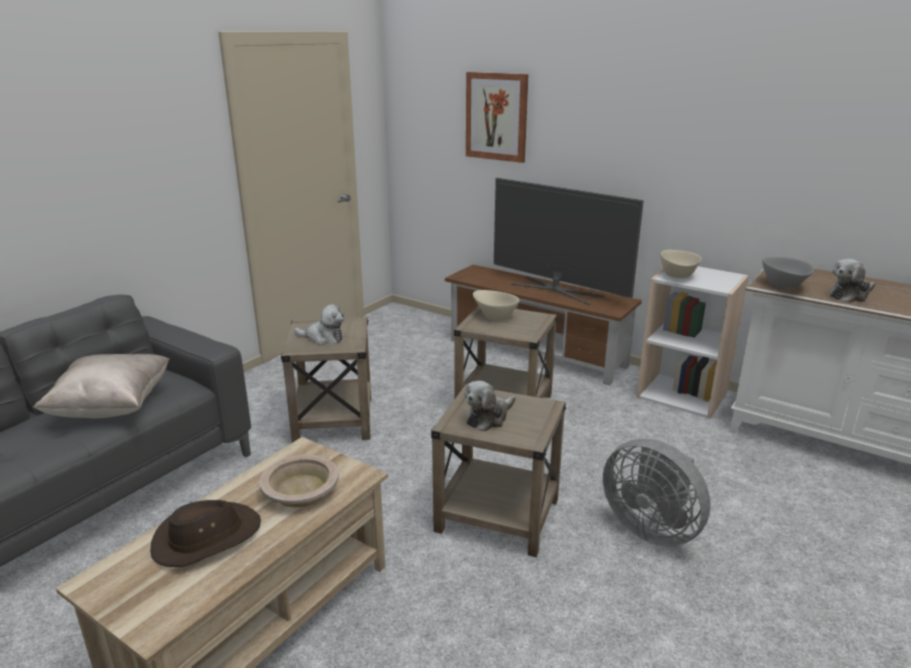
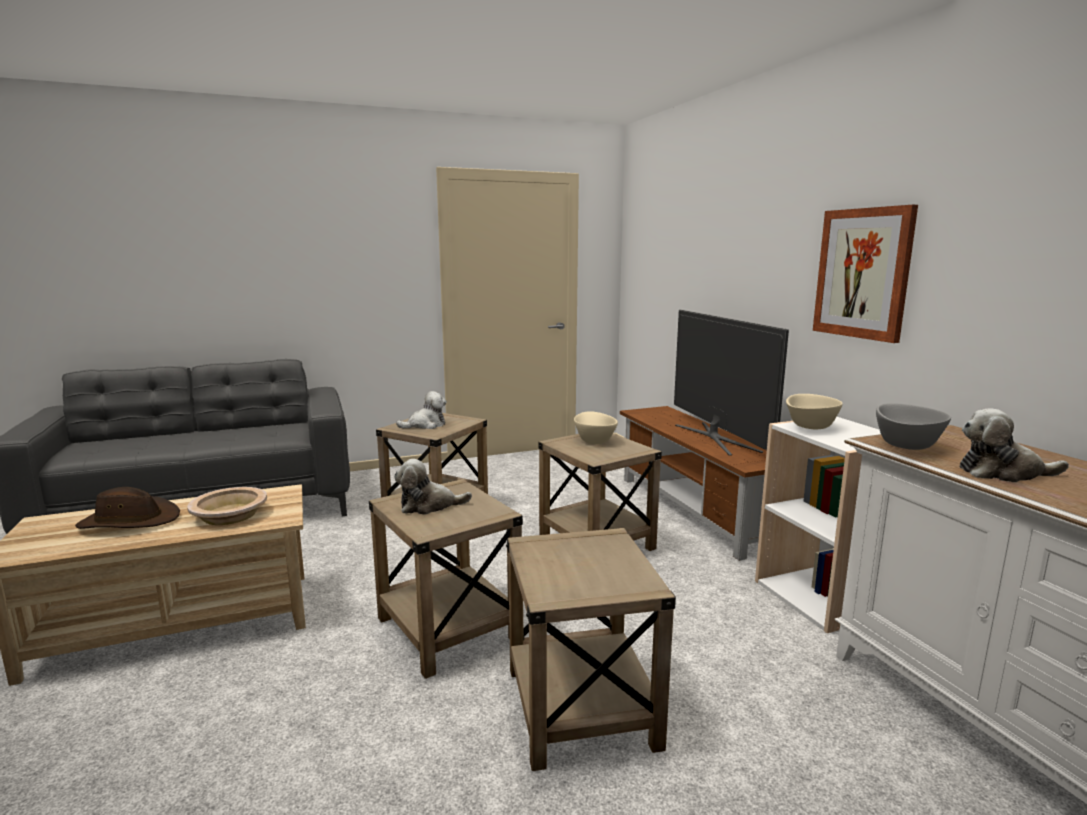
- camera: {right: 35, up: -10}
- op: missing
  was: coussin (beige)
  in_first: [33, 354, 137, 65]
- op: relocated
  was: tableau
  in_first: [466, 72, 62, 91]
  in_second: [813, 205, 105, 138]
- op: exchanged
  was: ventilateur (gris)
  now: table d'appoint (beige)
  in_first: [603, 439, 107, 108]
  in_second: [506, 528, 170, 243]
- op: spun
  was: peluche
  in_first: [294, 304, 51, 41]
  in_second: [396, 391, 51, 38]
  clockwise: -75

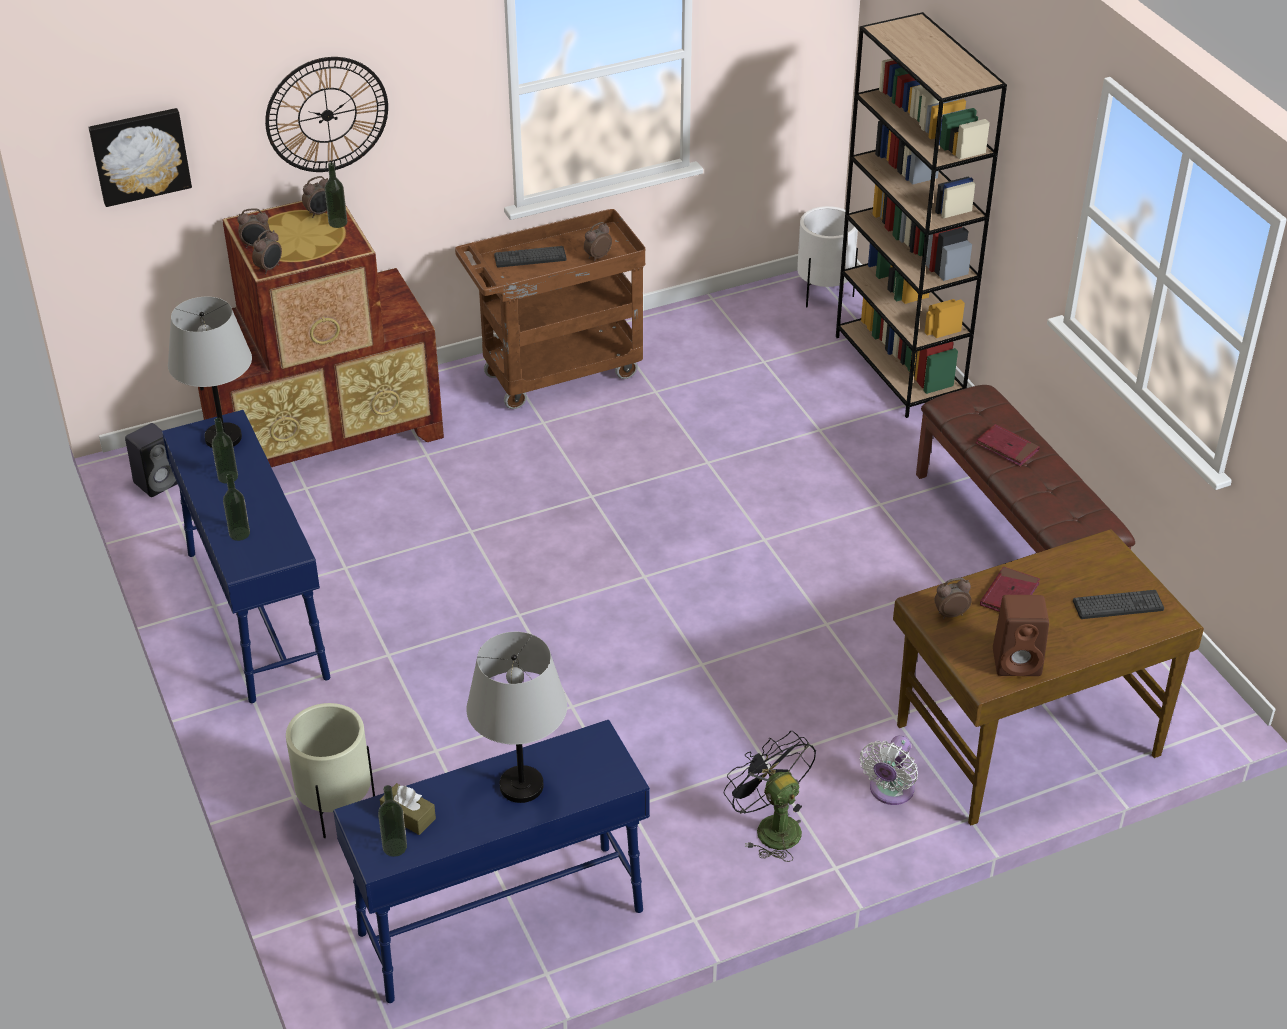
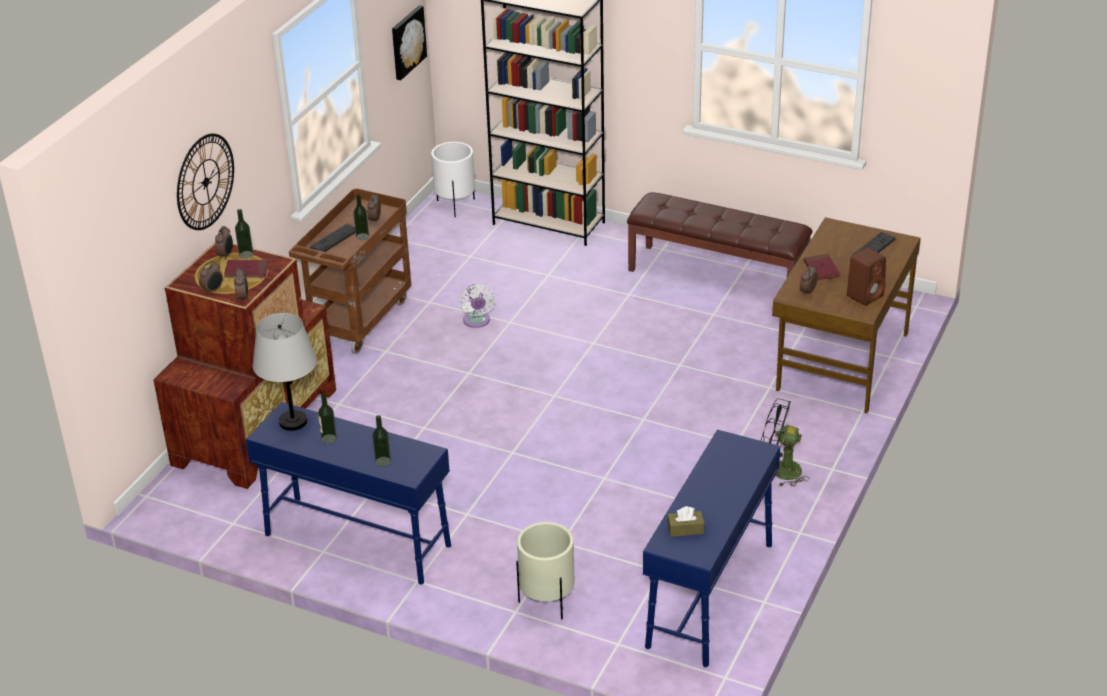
- camera: {right: -40, up: -5}
- op: missing
  was: enceinte (noir)
  in_first: [125, 423, 52, 74]
- op: missing
  was: lampe de table (gris)
  in_first: [466, 632, 101, 171]
- op: relocated
  was: tableau
  in_first: [89, 108, 103, 99]
  in_second: [392, 5, 35, 75]
- op: relocated
  was: bouteille
  in_first: [378, 785, 29, 72]
  in_second: [353, 194, 16, 46]
- op: relocated
  was: ventilateur (blanc)
  in_first: [860, 735, 58, 70]
  in_second: [459, 284, 37, 44]
- op: relocated
  was: livre (rouge)
  in_first: [976, 424, 64, 43]
  in_second: [224, 260, 45, 17]

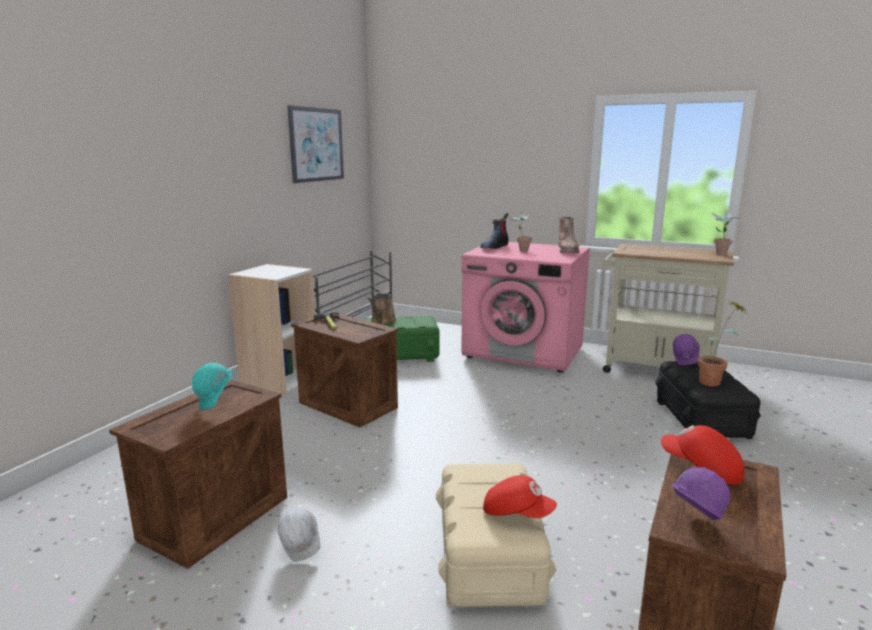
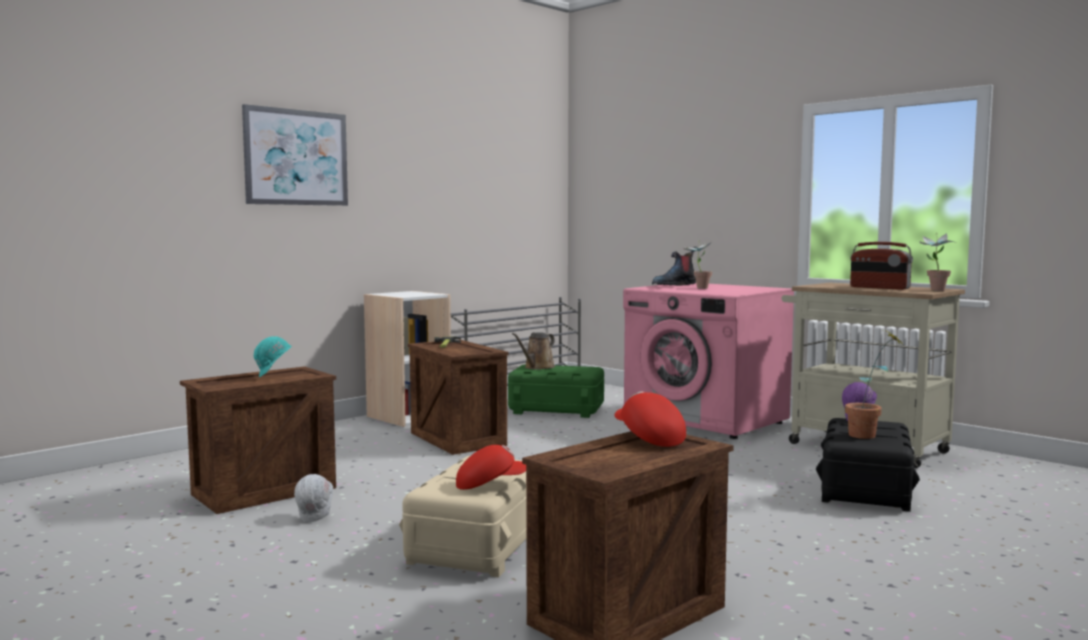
- camera: {right: 20, up: -10}
- op: missing
  was: botte (marron)
  in_first: [559, 216, 20, 37]
- op: missing
  was: casque de chantier (violet)
  in_first: [671, 467, 59, 53]
- op: appeared
  now: radio
  in_second: [850, 242, 63, 48]
- op: relocated
  was: tableau
  in_first: [287, 105, 57, 78]
  in_second: [242, 104, 106, 102]
- op: spun
  was: casquette (rouge)
  in_first: [483, 475, 74, 43]
  in_second: [456, 445, 70, 45]
  clockwise: -60

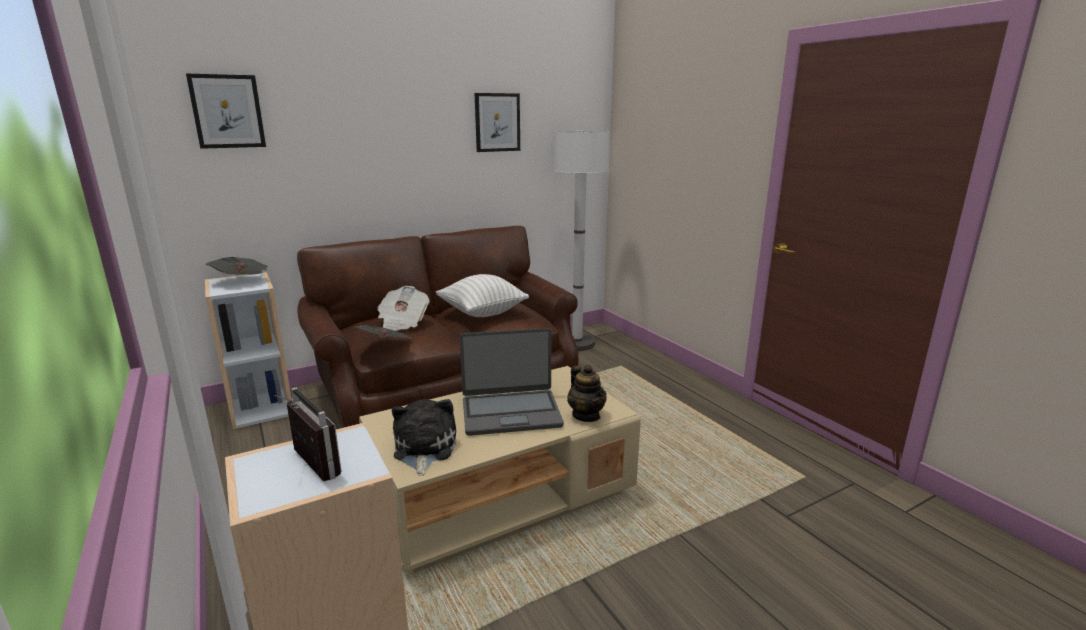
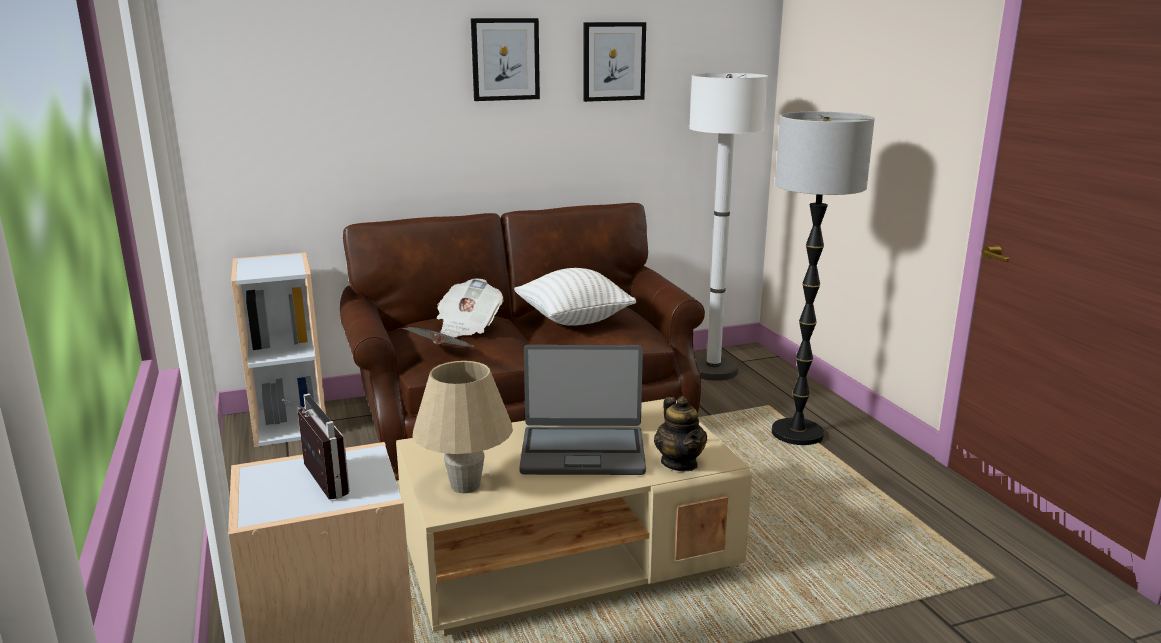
- camera: {right: 10, up: 0}
- op: missing
  was: journal
  in_first: [206, 257, 61, 18]
- op: appeared
  now: lampadaire
  in_second: [772, 112, 103, 333]
- op: relocated
  was: tableau
  in_first: [186, 74, 80, 75]
  in_second: [471, 18, 69, 83]
- op: exchanged
  was: peluche
  now: lampe de table (beige)
  in_first: [392, 399, 64, 77]
  in_second: [413, 361, 100, 132]

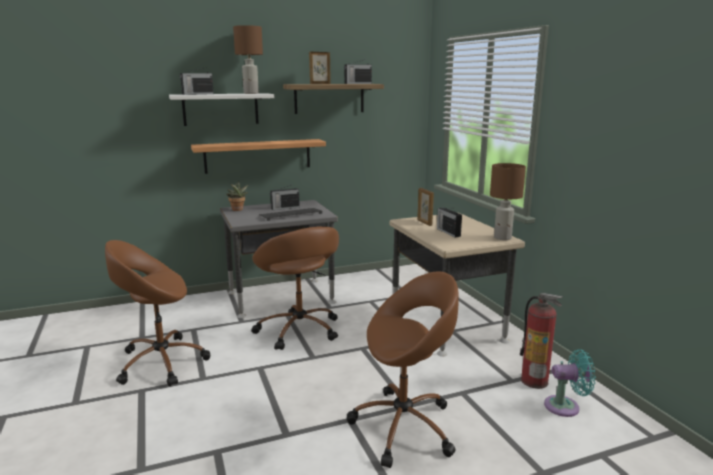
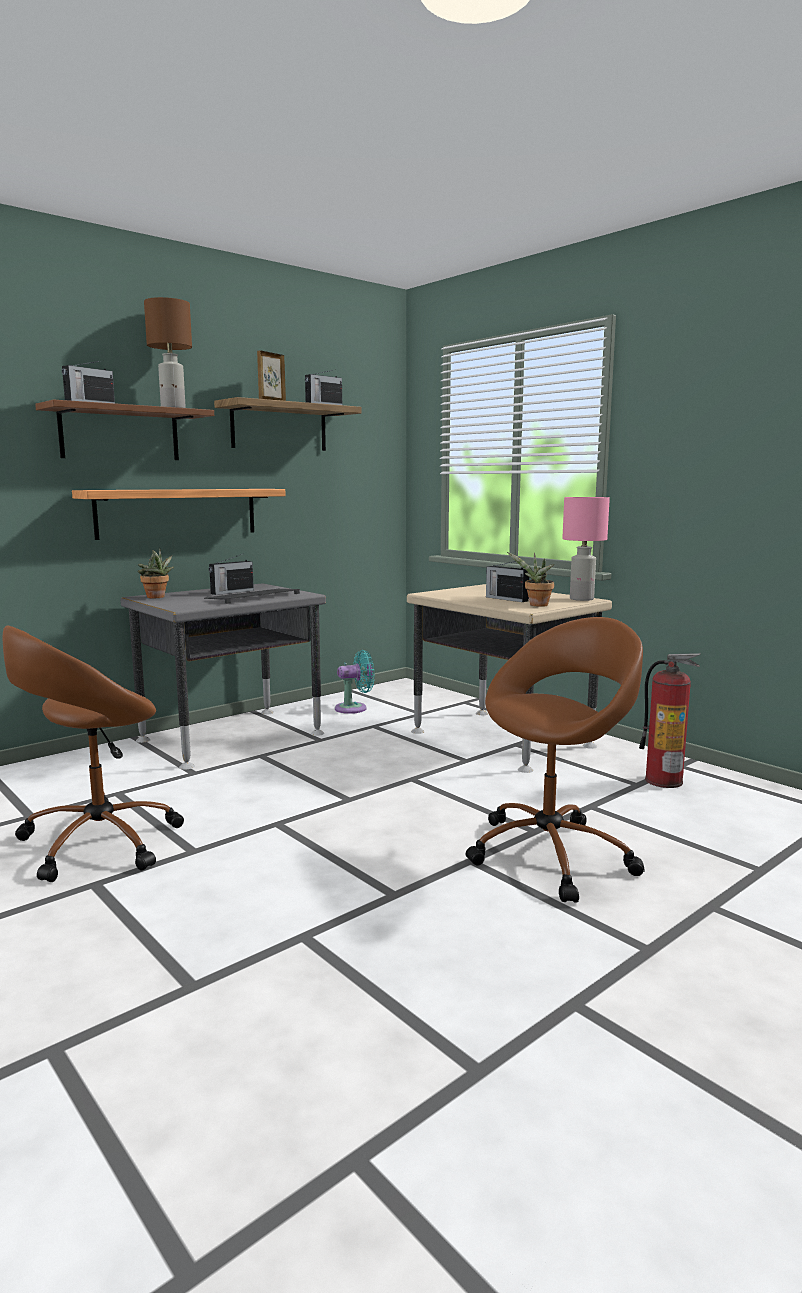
- camera: {right: -20, up: -5}
- op: missing
  was: chaise de bureau (marron)
  in_first: [251, 226, 88, 124]
- op: missing
  was: cadre photo
  in_first: [417, 188, 17, 38]
- op: appeared
  now: plante en pot
  in_second: [507, 552, 47, 55]
- op: relocated
  was: ventilateur (turquoise)
  in_first: [544, 349, 52, 68]
  in_second: [335, 650, 40, 64]
- op: colour
  was: étagère (blanc)
  now: étagère (marron)
  in_first: [169, 93, 105, 33]
  in_second: [35, 399, 179, 61]
- op: colour
  was: lampe de table (marron)
  now: lampe de table (rose)
  in_first: [490, 163, 36, 77]
  in_second: [562, 497, 48, 104]

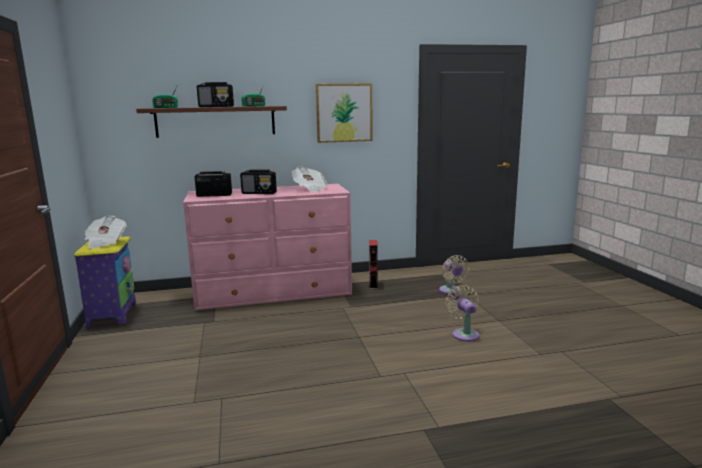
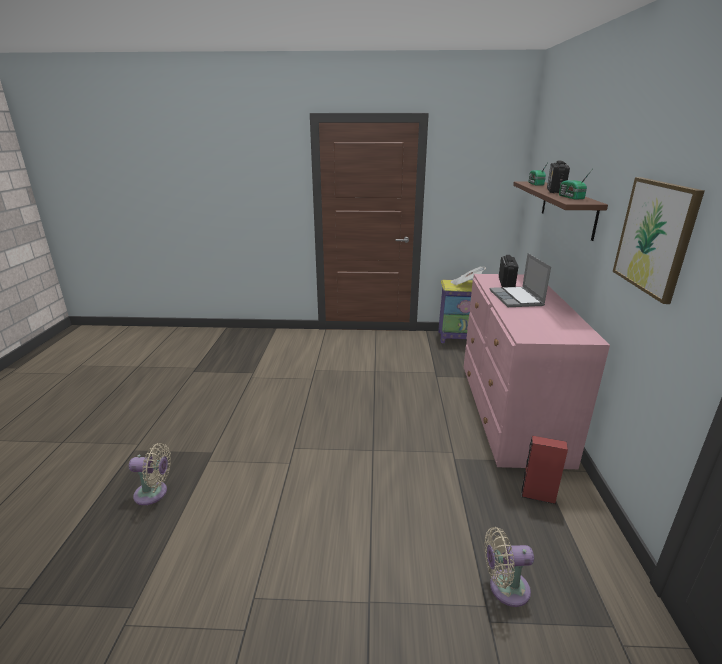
- camera: {right: 105, up: 10}
- op: missing
  was: journal
  in_first: [292, 167, 36, 25]
- op: relocated
  was: ventilateur (beige)
  in_first: [445, 285, 35, 57]
  in_second: [129, 443, 42, 62]
- op: exchanged
  was: radio
  now: ordinateur portable
  in_first: [240, 169, 37, 25]
  in_second: [490, 253, 61, 54]

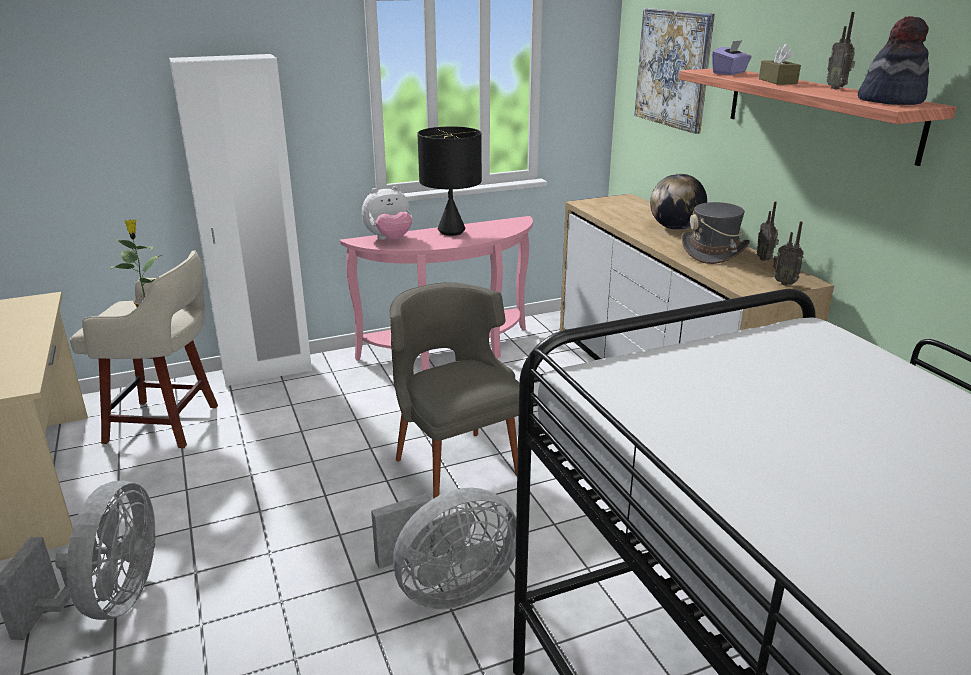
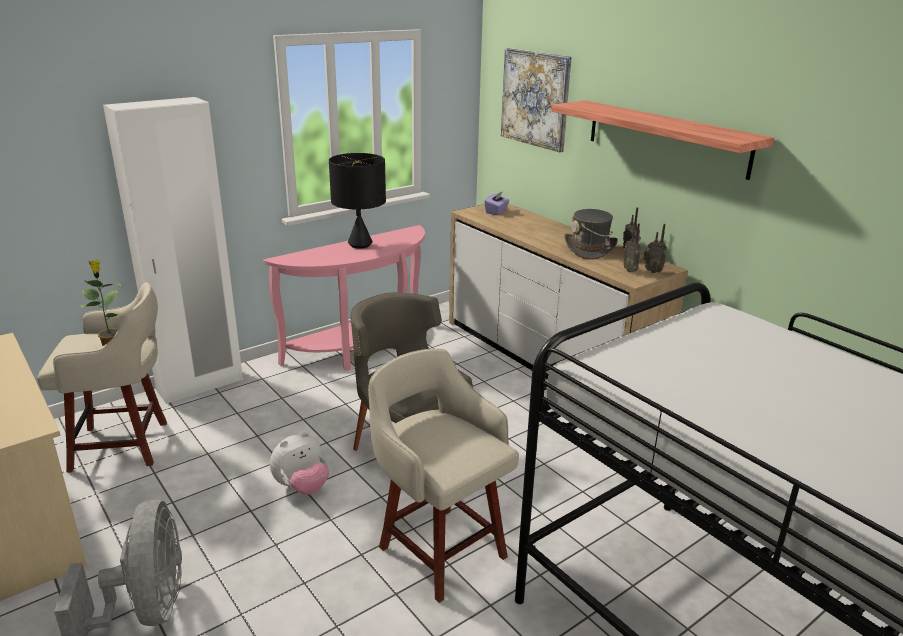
- camera: {right: -15, up: 0}
- op: missing
  was: globe
  in_first: [650, 174, 57, 56]
- op: missing
  was: boîte à mouchoirs (marron)
  in_first: [759, 44, 42, 41]
- op: missing
  was: chapeau
  in_first: [858, 16, 71, 89]
- op: relocated
  was: peluche
  in_first: [362, 186, 50, 54]
  in_second: [270, 432, 59, 63]
- op: relocated
  was: boîte à mouchoirs (violet)
  in_first: [712, 40, 40, 35]
  in_second: [484, 191, 26, 24]
- op: relocated
  was: radio
  in_first: [827, 12, 28, 77]
  in_second: [623, 223, 19, 50]
- op: exchanged
  was: ventilateur (gris)
  now: tabouret (beige)
  in_first: [371, 488, 145, 122]
  in_second: [368, 349, 151, 254]

